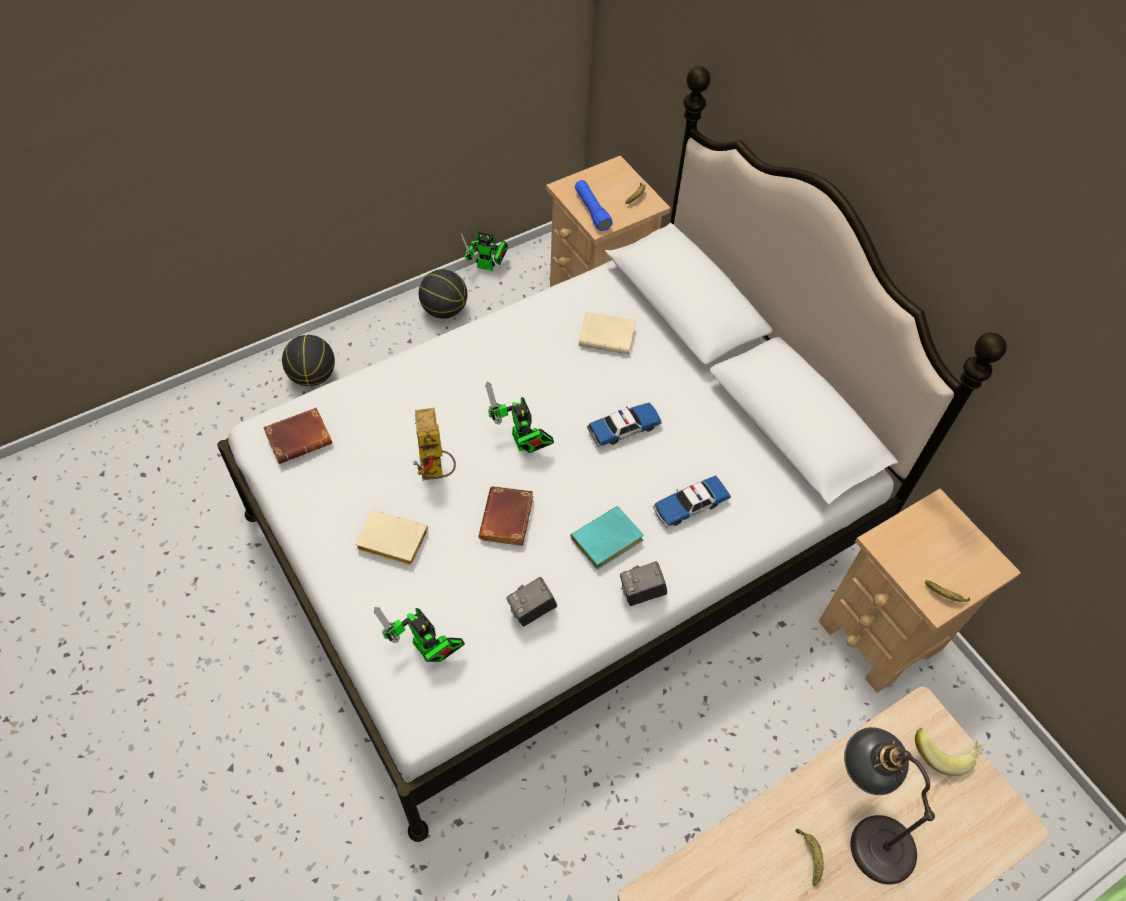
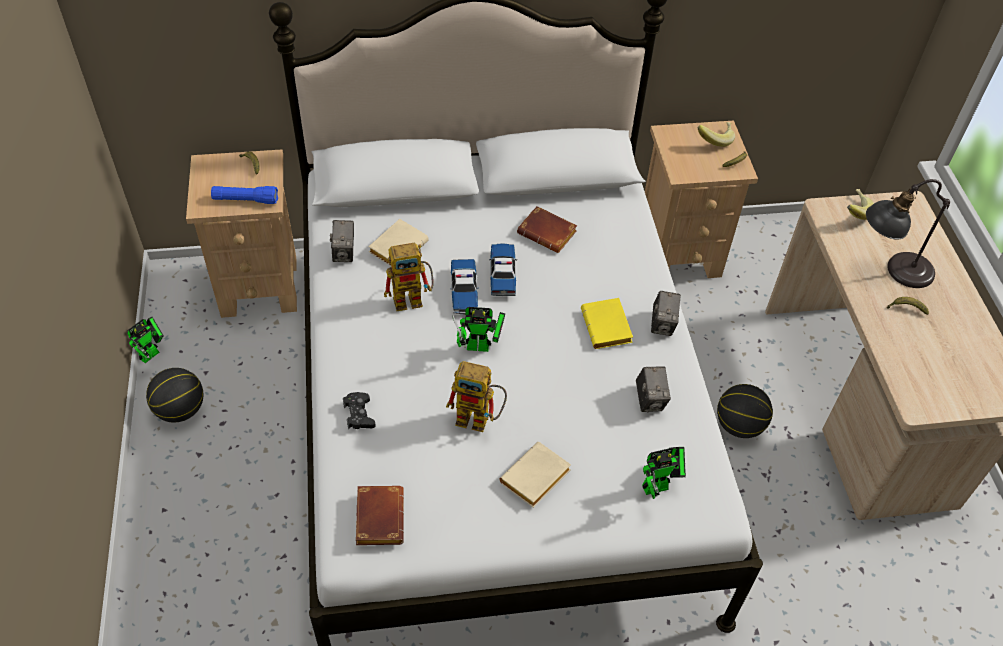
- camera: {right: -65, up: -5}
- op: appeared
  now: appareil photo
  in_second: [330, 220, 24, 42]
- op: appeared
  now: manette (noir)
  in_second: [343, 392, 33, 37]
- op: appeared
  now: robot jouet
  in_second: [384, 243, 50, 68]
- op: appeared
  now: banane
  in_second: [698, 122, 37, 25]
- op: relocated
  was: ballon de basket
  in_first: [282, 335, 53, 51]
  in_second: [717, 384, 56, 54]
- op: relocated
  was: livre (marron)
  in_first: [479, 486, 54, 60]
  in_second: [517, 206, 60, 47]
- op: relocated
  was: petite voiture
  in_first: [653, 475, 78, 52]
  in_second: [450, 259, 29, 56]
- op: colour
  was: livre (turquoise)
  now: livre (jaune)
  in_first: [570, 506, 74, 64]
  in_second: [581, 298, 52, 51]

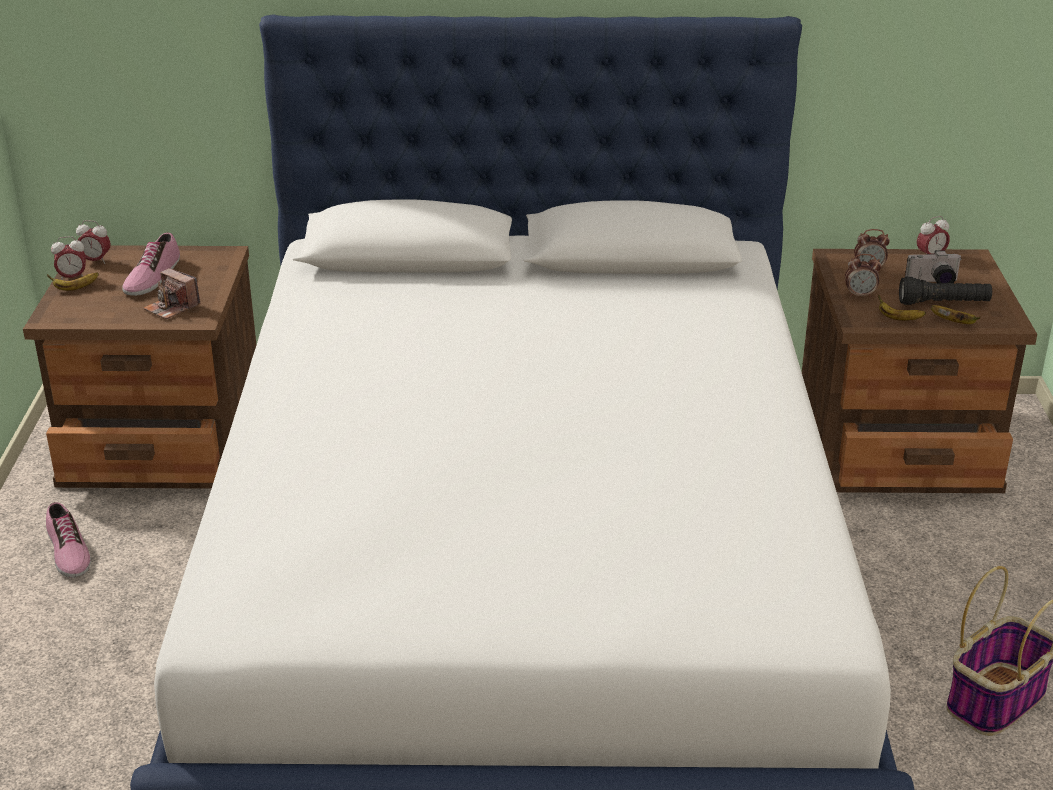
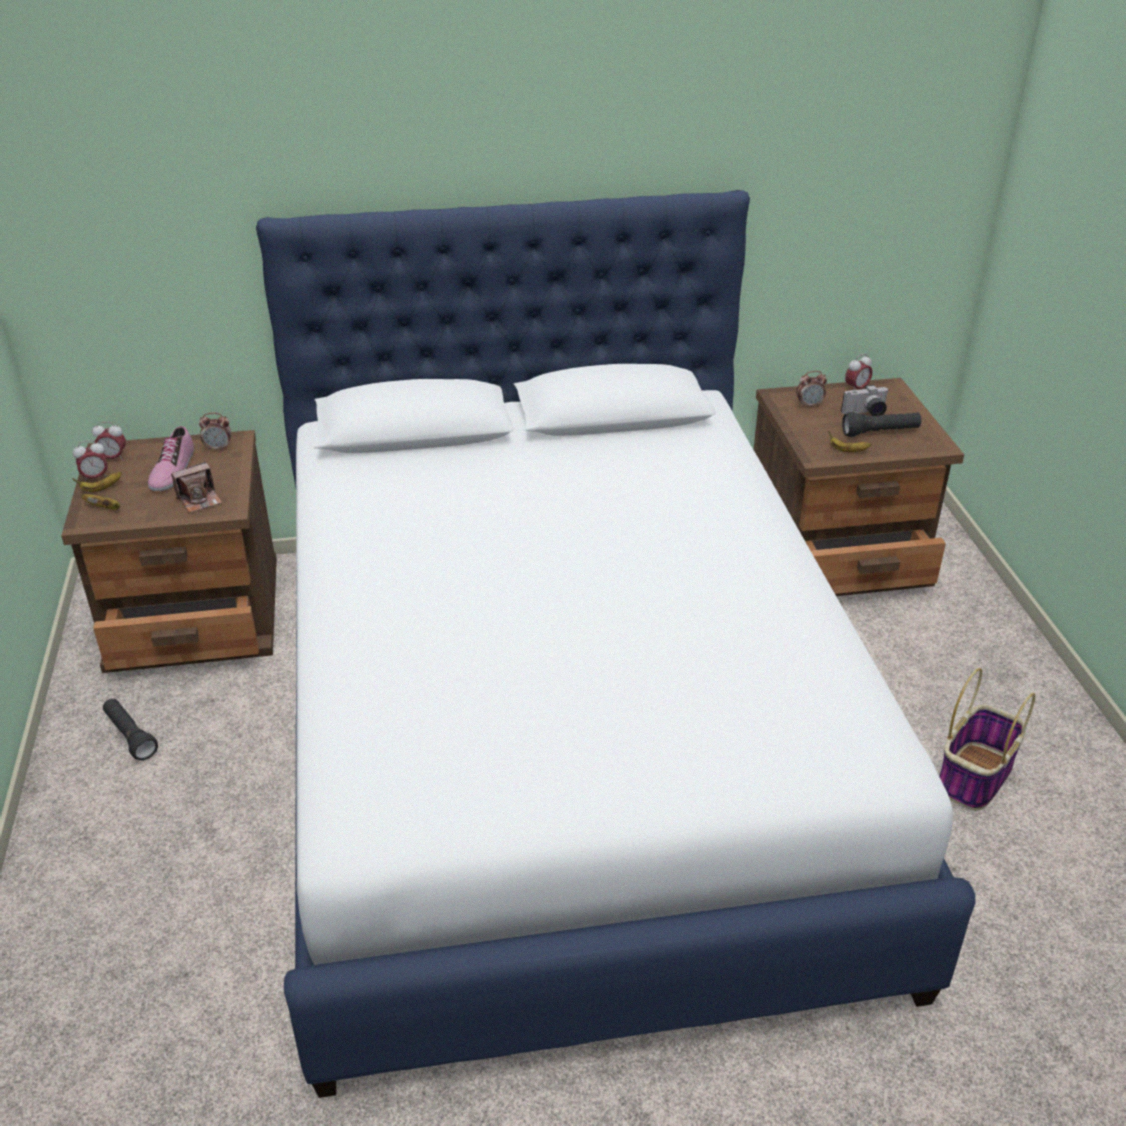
- camera: {right: -10, up: 5}
- op: relocated
  was: réveil
  in_first: [845, 254, 36, 44]
  in_second: [199, 413, 32, 38]
- op: relocated
  was: banane
  in_first: [931, 305, 49, 19]
  in_second: [81, 494, 39, 16]
- op: exchanged
  was: chaussure
  now: lampe de poche (noir)
  in_first: [46, 502, 45, 76]
  in_second: [103, 699, 55, 61]
- op: spun
  was: appareil photo
  in_first: [143, 268, 57, 51]
  in_second: [171, 462, 51, 51]
  clockwise: -60

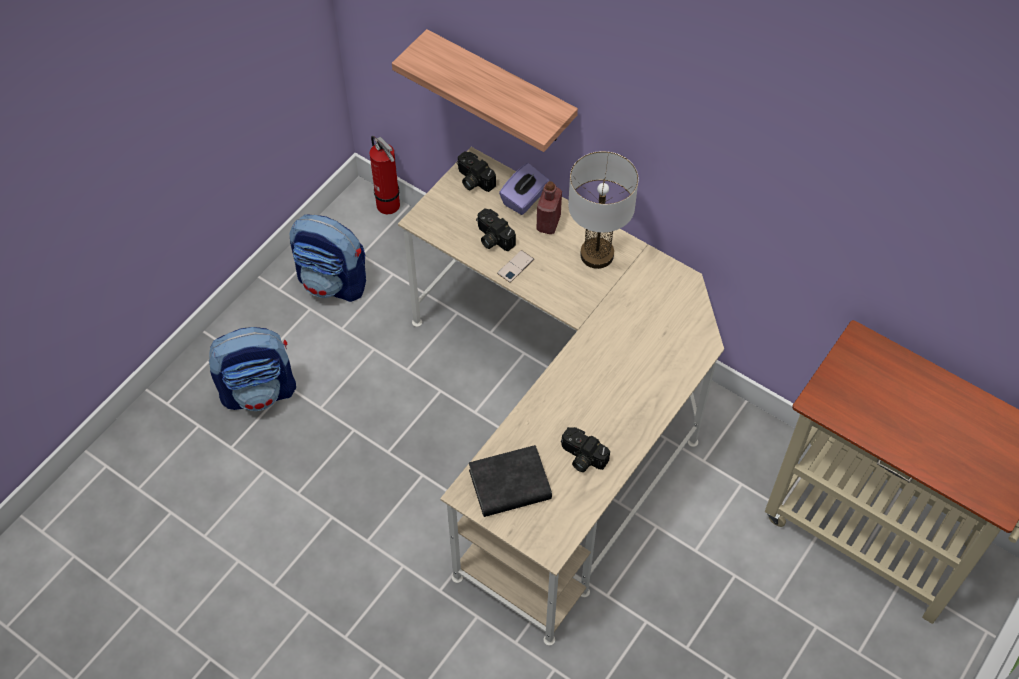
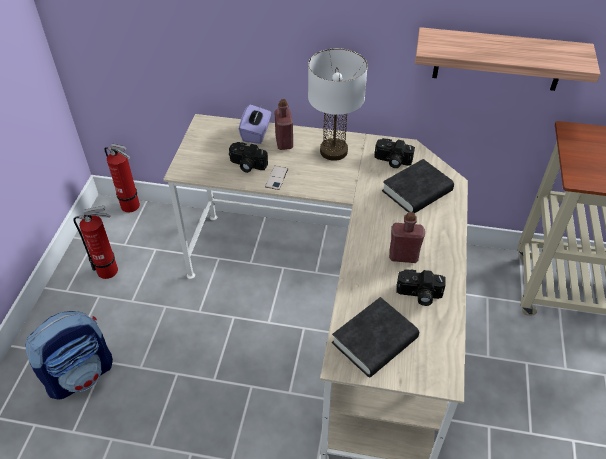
- camera: {right: -25, up: -10}
- op: appeared
  now: livre (noir)
  in_second: [382, 159, 72, 54]
- op: appeared
  now: bouteille (rouge)
  in_second: [389, 212, 36, 51]
- op: relocated
  was: étagère
  in_first: [392, 29, 186, 123]
  in_second: [415, 27, 185, 64]
- op: relocated
  was: appareil photo
  in_first: [457, 151, 39, 41]
  in_second: [374, 138, 41, 30]
- op: exchanged
  was: sac à dos
  now: extincteur
  in_first: [290, 214, 76, 88]
  in_second: [73, 206, 45, 73]

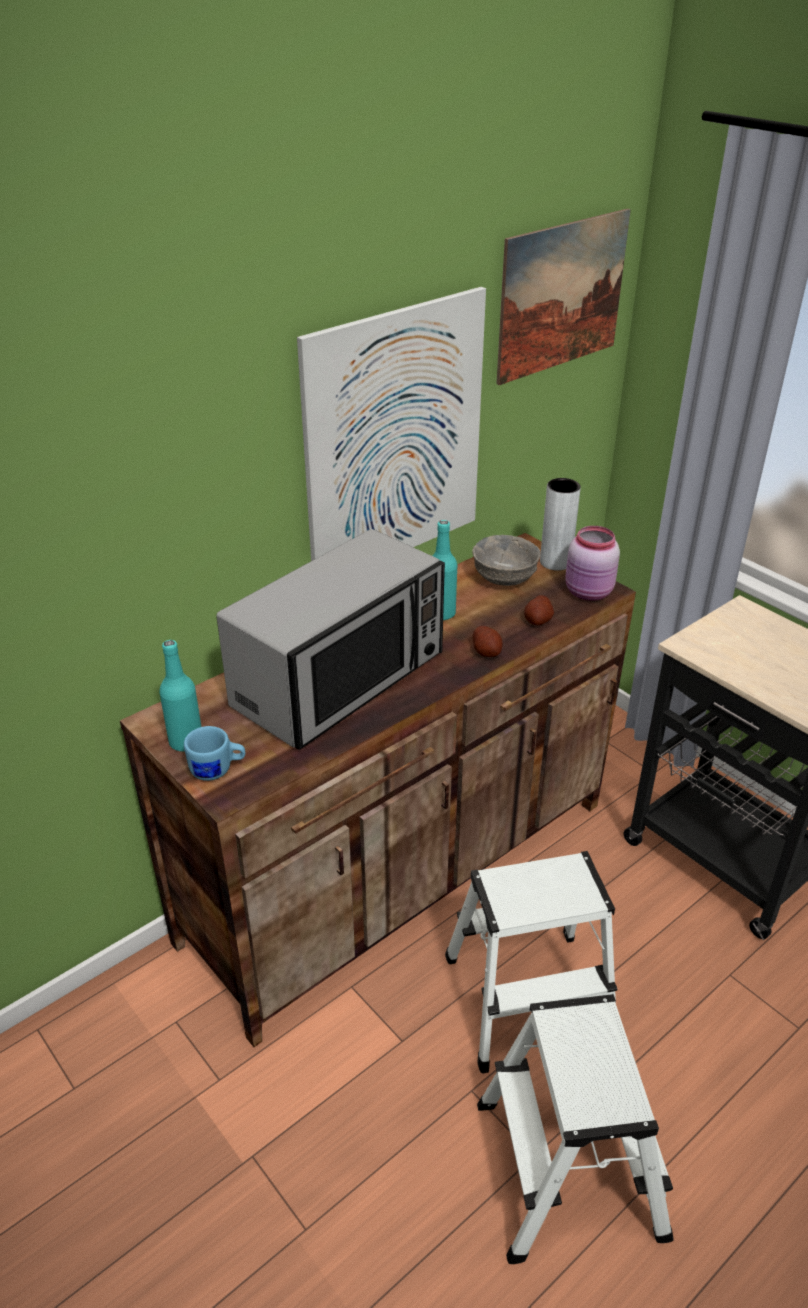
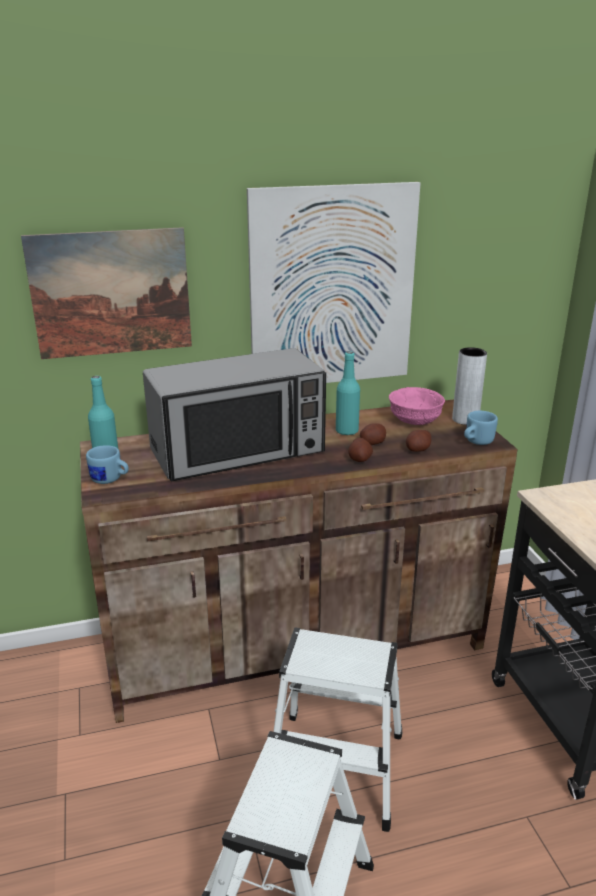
- camera: {right: 25, up: -10}
- op: appeared
  now: pomme de terre
  in_second: [360, 423, 26, 22]
- op: relocated
  was: tableau
  in_first: [496, 209, 135, 176]
  in_second: [21, 227, 171, 132]
- op: exchanged
  was: bocal (rose)
  now: mug (bleu)
  in_first: [565, 526, 55, 75]
  in_second: [464, 411, 34, 34]
- op: colour
  was: bol (gris)
  now: bol (rose)
  in_first: [472, 535, 69, 51]
  in_second: [389, 387, 56, 38]

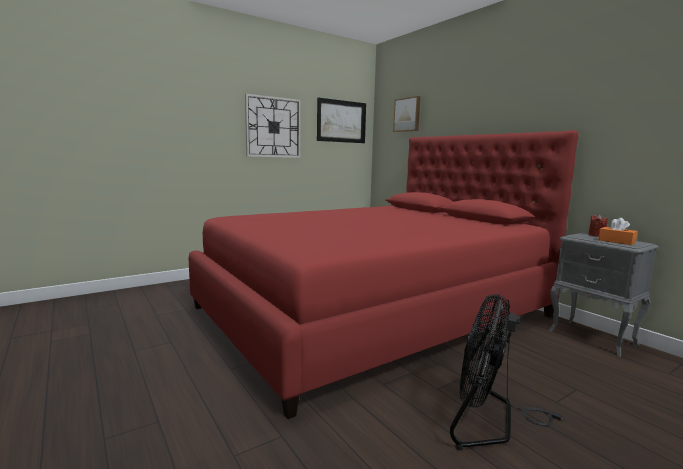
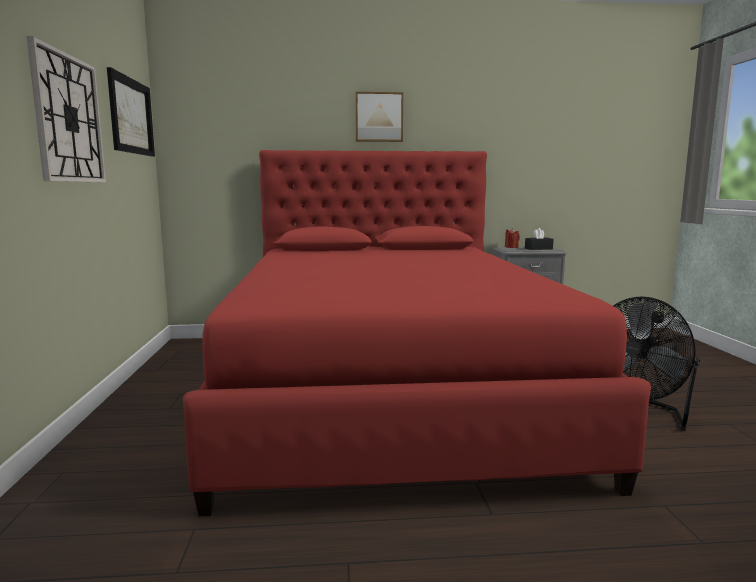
- camera: {right: -60, up: 0}
- op: relocated
  was: tableau
  in_first: [393, 96, 27, 36]
  in_second: [355, 92, 48, 50]
- op: colour
  was: boîte à mouchoirs (orange)
  now: boîte à mouchoirs (noir)
  in_first: [598, 218, 40, 27]
  in_second: [525, 228, 29, 22]

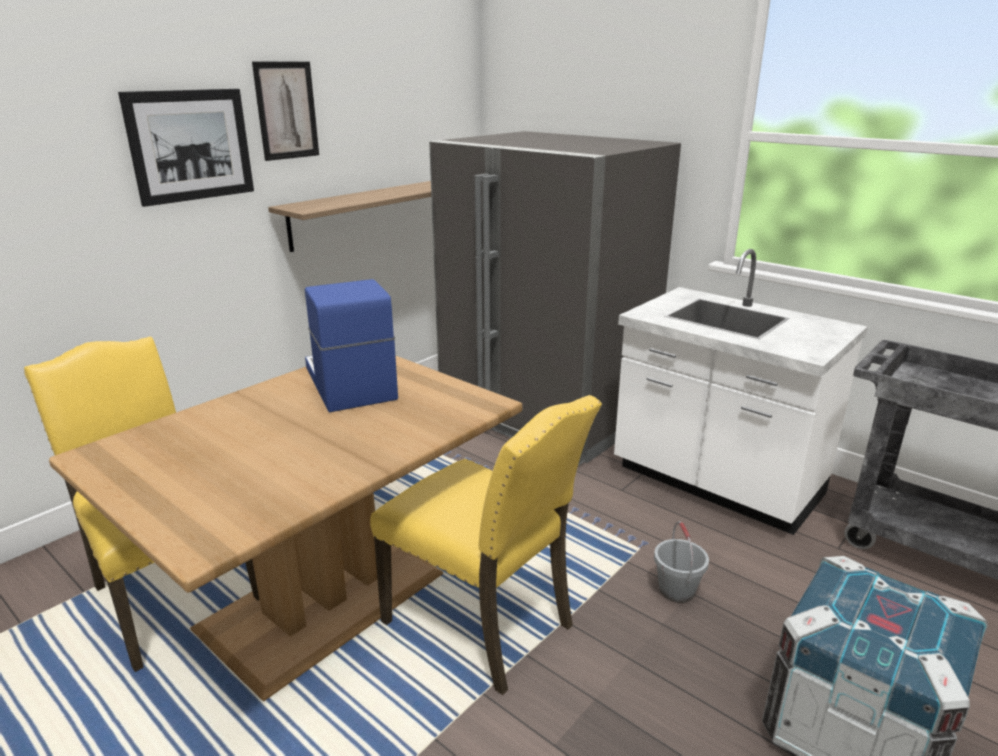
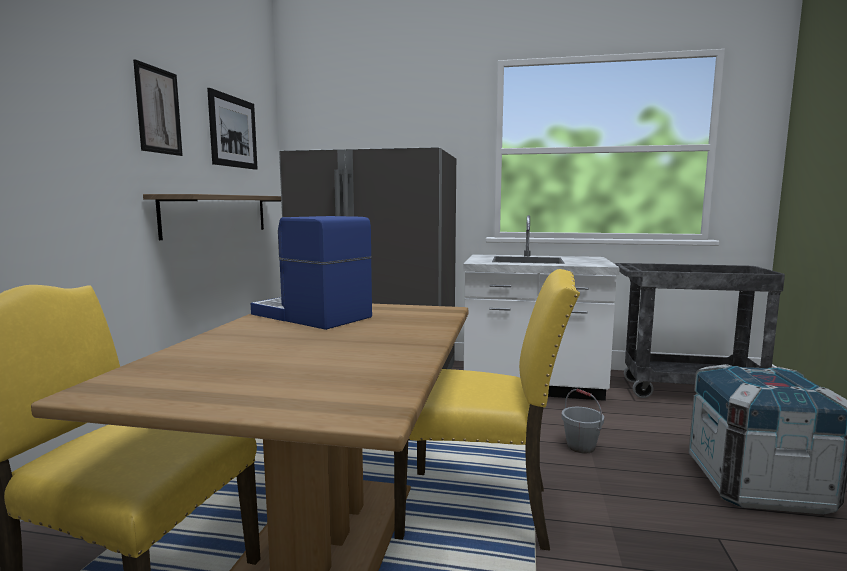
- camera: {right: -30, up: -15}
- op: relocated
  was: tableau
  in_first: [118, 89, 136, 118]
  in_second: [207, 88, 51, 82]

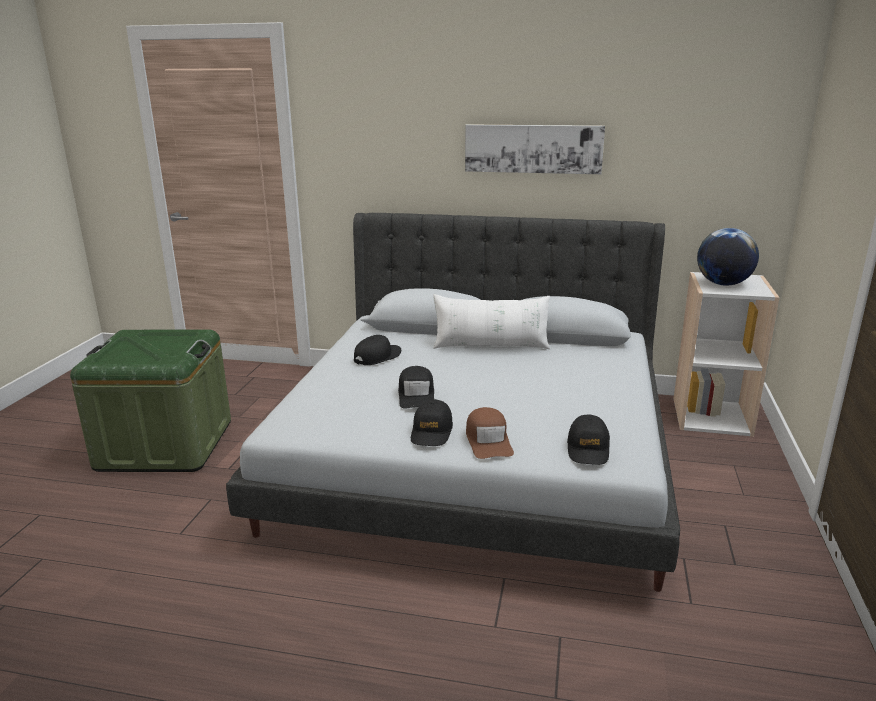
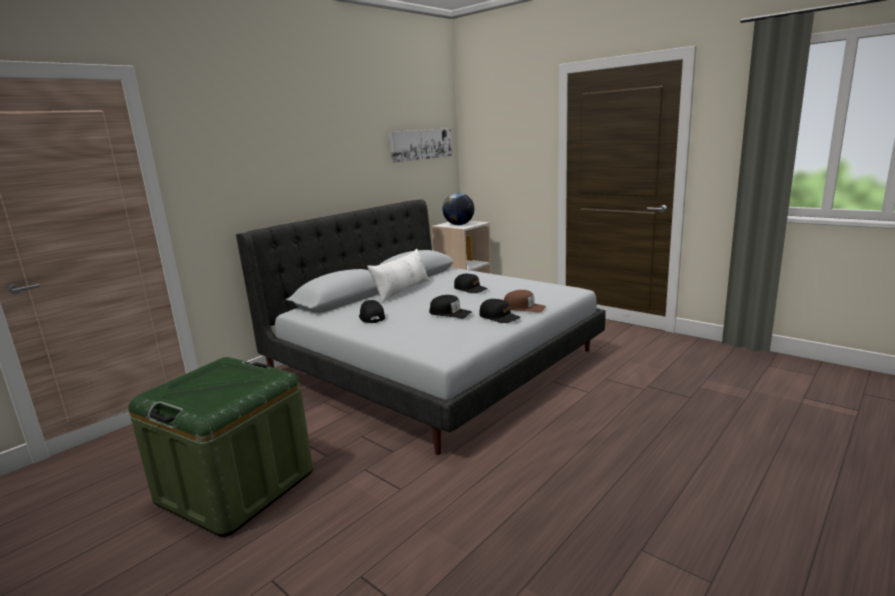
- camera: {right: -60, up: -5}
- op: relocated
  was: tableau
  in_first: [465, 124, 140, 50]
  in_second: [389, 128, 63, 35]
- op: relocated
  was: casquette (noir)
  in_first: [567, 414, 43, 51]
  in_second: [454, 273, 34, 20]

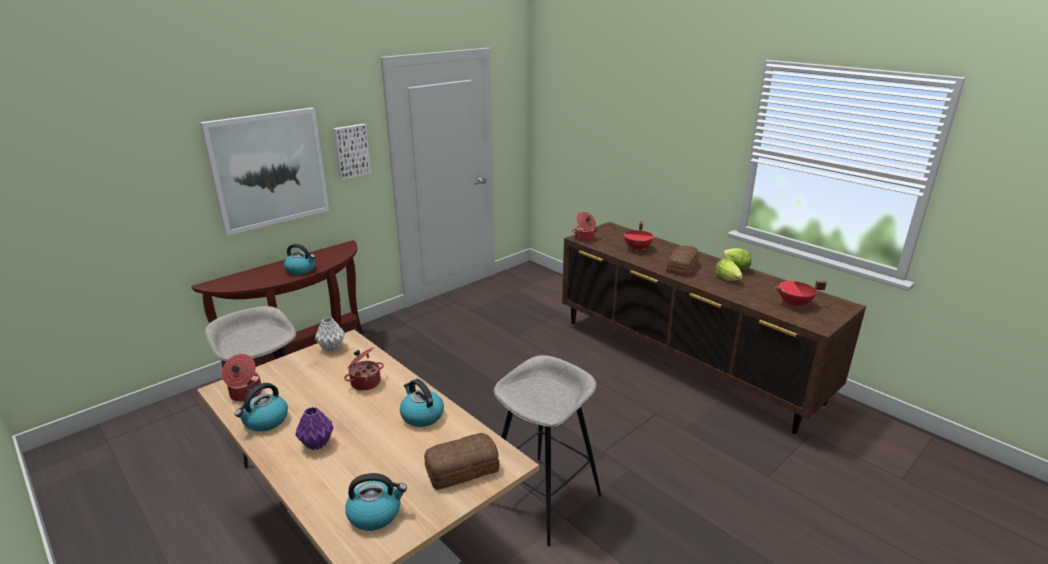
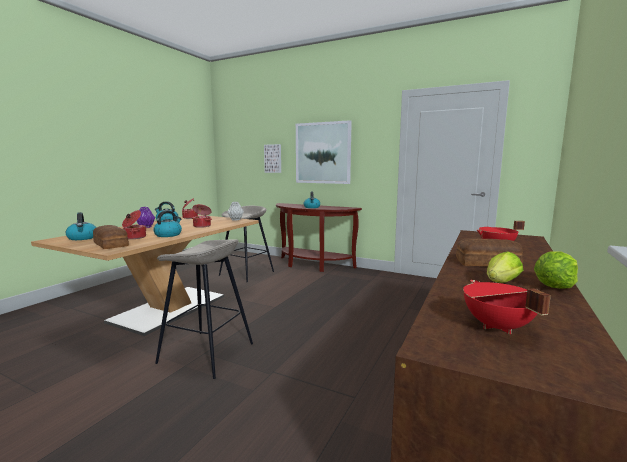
- camera: {right: 70, up: -15}
- op: relocated
  was: tableau
  in_first: [333, 124, 38, 56]
  in_second: [264, 144, 17, 29]
- op: relocated
  was: marmite
  in_first: [571, 212, 28, 30]
  in_second: [122, 210, 25, 29]

